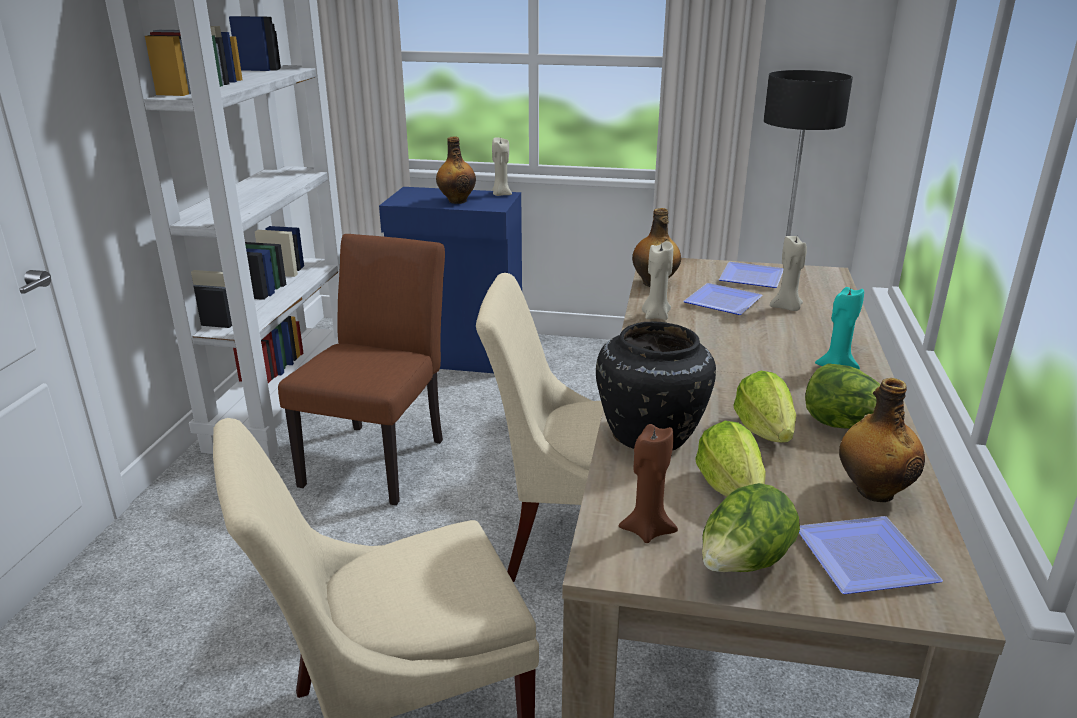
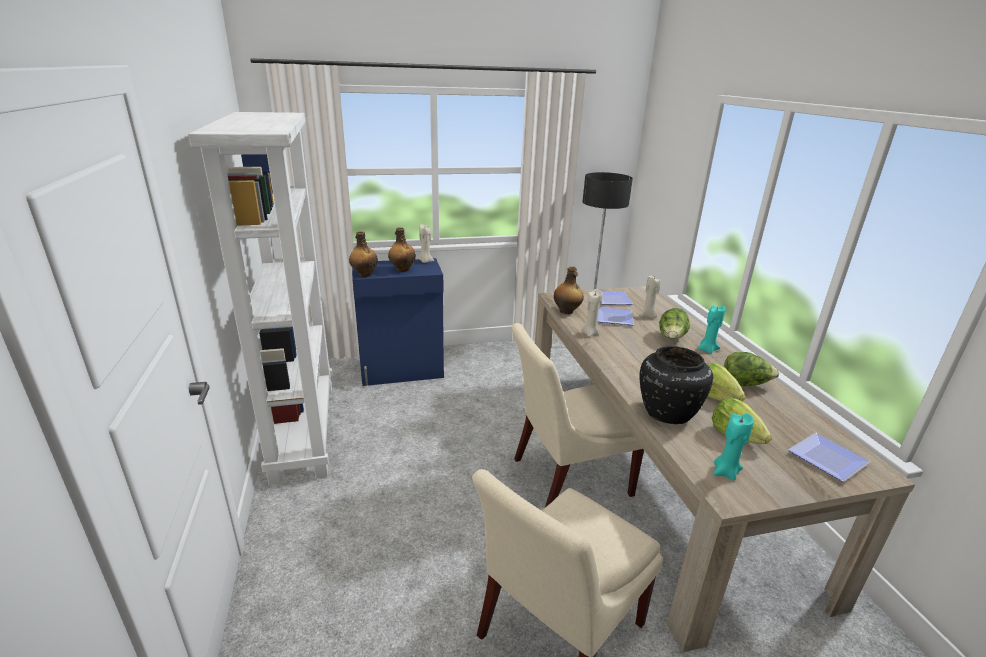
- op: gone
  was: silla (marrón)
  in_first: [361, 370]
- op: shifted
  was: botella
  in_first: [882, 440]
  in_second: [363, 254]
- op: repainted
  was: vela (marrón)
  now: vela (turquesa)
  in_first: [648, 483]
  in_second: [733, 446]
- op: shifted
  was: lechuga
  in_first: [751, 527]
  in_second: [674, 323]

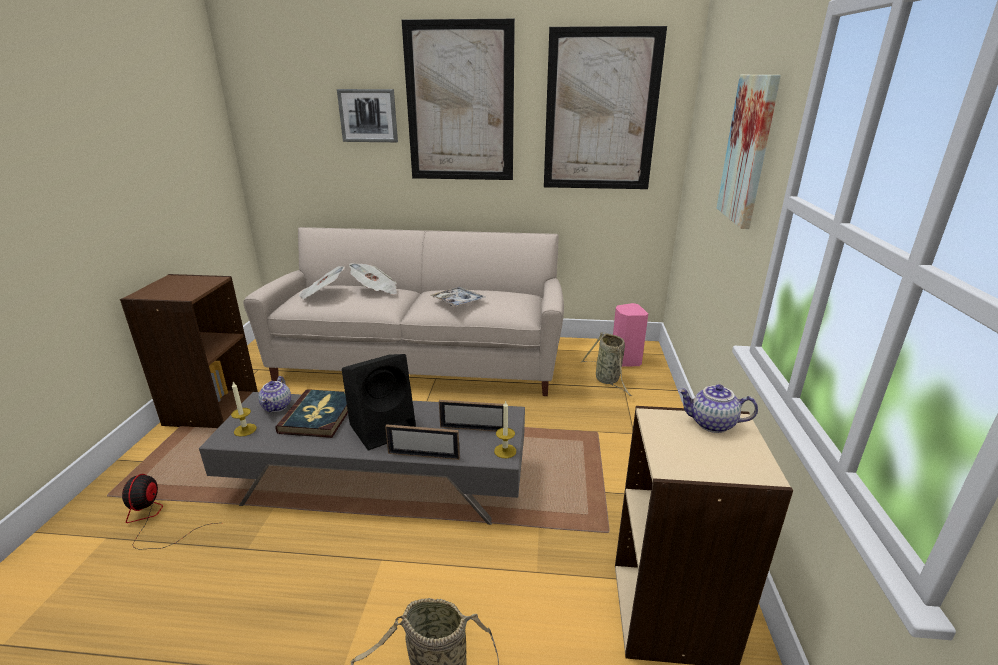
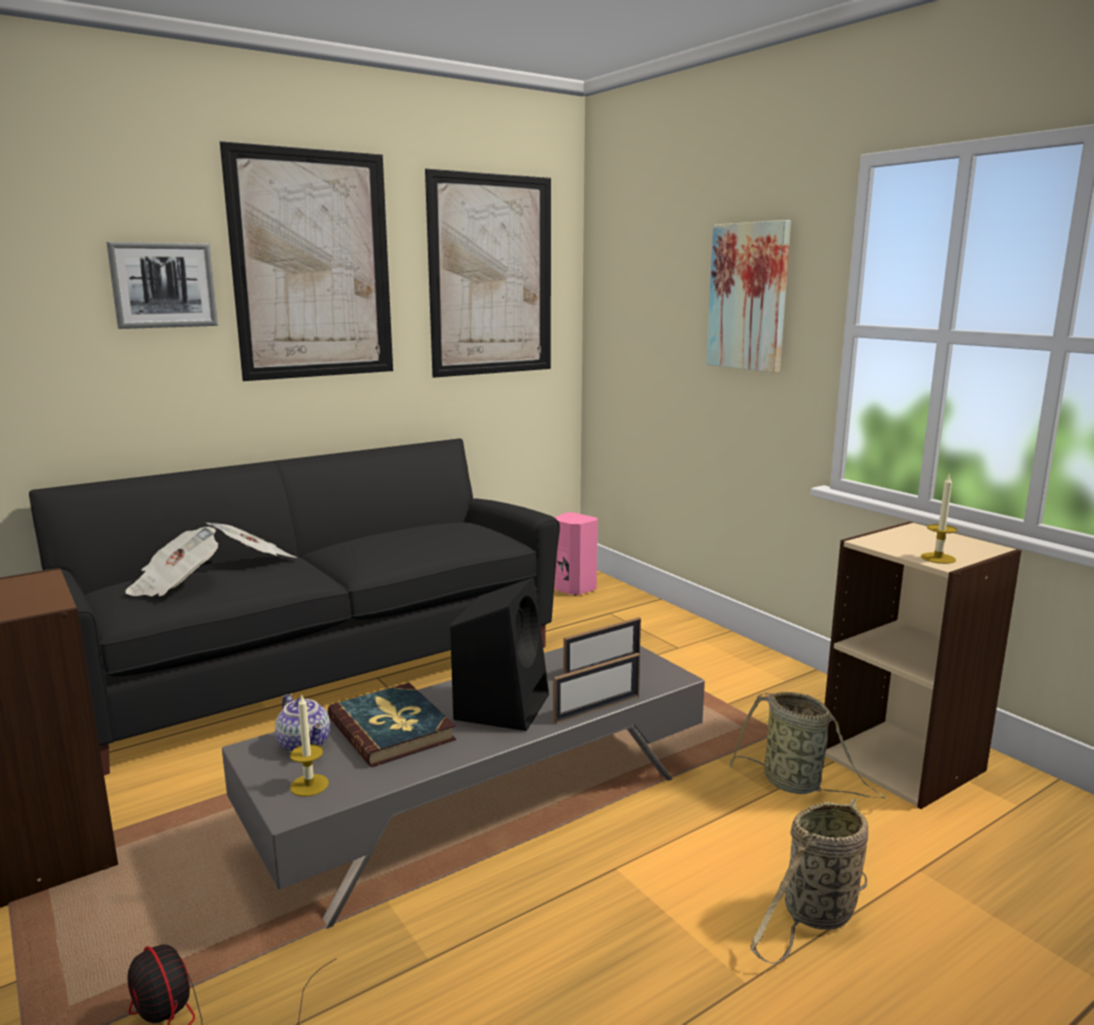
- op: repainted
  was: sofá (beis)
  now: sofá (negro)
  in_first: [403, 311]
  in_second: [294, 606]
- op: gone
  was: bandeja
  in_first: [457, 297]
- op: shifted
  was: cesta
  in_first: [606, 364]
  in_second: [808, 745]
- op: gone
  was: tetera
  in_first: [718, 408]
- op: shifted
  was: vela
  in_first: [505, 429]
  in_second: [939, 519]

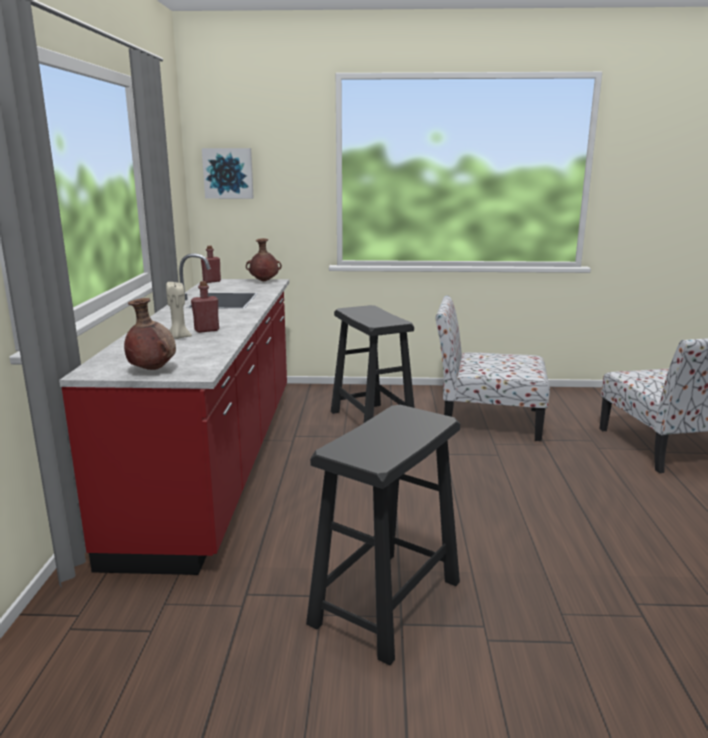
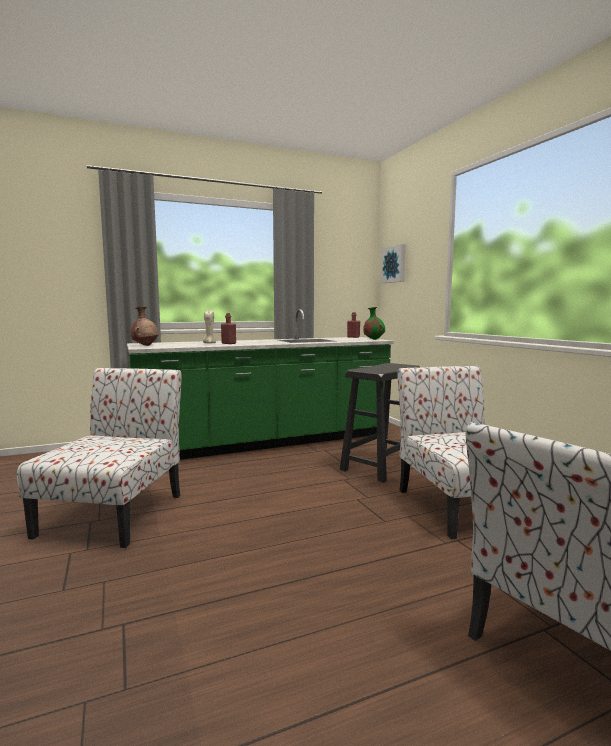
- op: repainted
  was: florero (marrón)
  now: florero (verde)
  in_first: [264, 259]
  in_second: [374, 323]
- op: repainted
  was: mueble bajo de cocina (rojo)
  now: mueble bajo de cocina (verde)
  in_first: [174, 414]
  in_second: [260, 384]
- op: swapped
  was: taburete (negro)
  now: silla
  in_first: [383, 535]
  in_second: [99, 458]

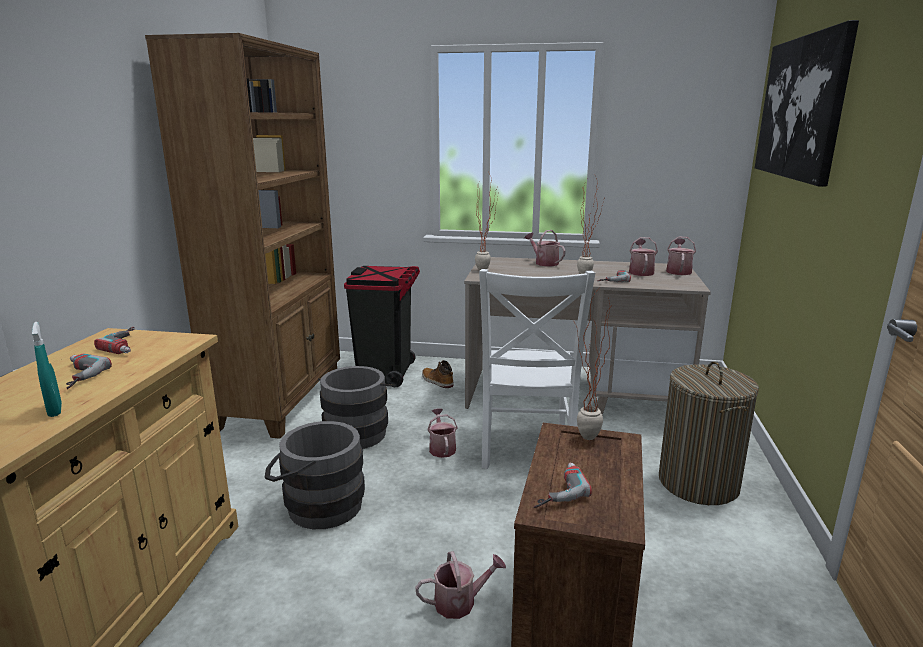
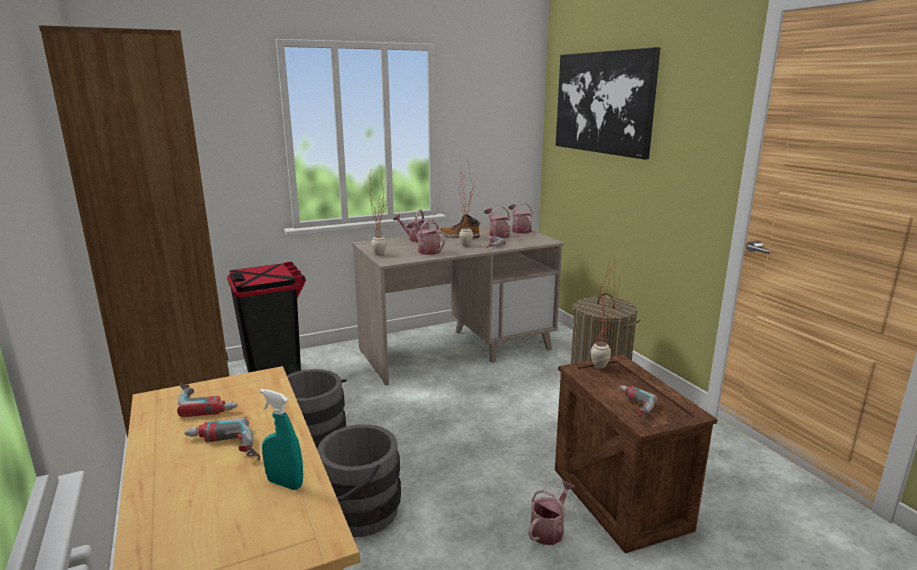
- op: gone
  was: silla (blanco)
  in_first: [537, 369]
- op: shifted
  was: bota
  in_first: [438, 374]
  in_second: [460, 226]
- op: shifted
  was: regadera
  in_first: [442, 433]
  in_second: [426, 237]

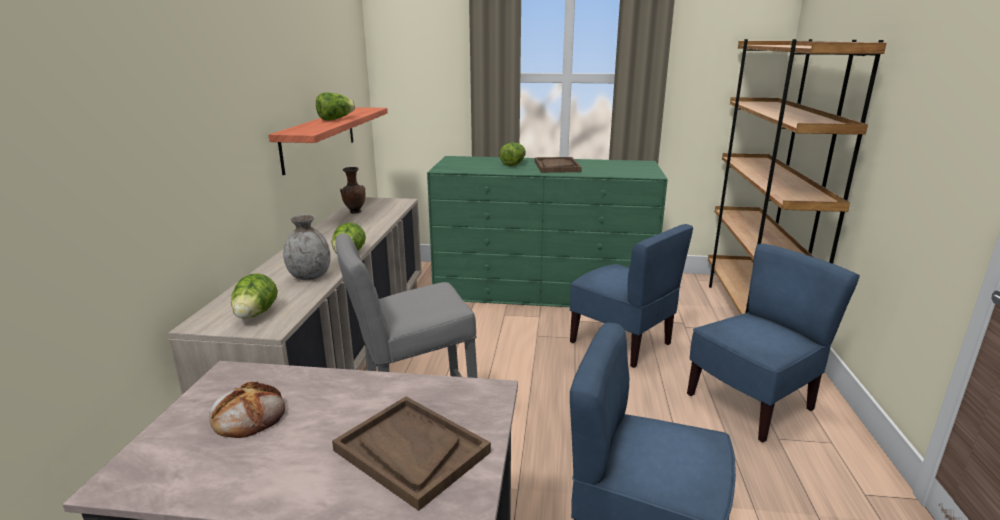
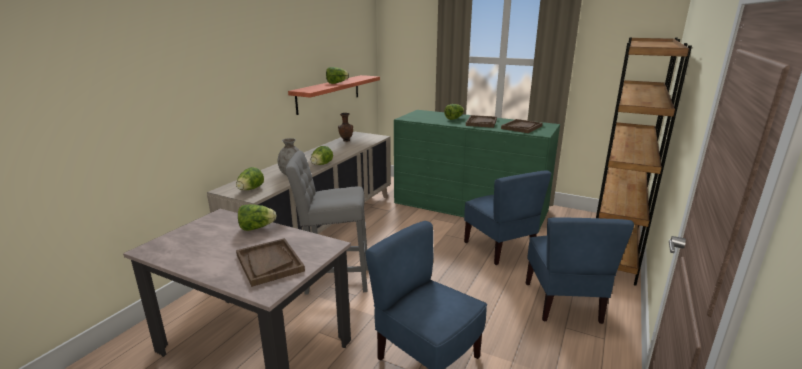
- op: rotated
  was: silla (azul)
  in_first: [773, 343]
  in_second: [580, 270]
  clockwise: 105
- op: gone
  was: pan
  in_first: [247, 410]
- op: new
  now: bandeja (marrón)
  in_second: [521, 126]
- op: new
  now: lechuga
  in_second: [257, 217]

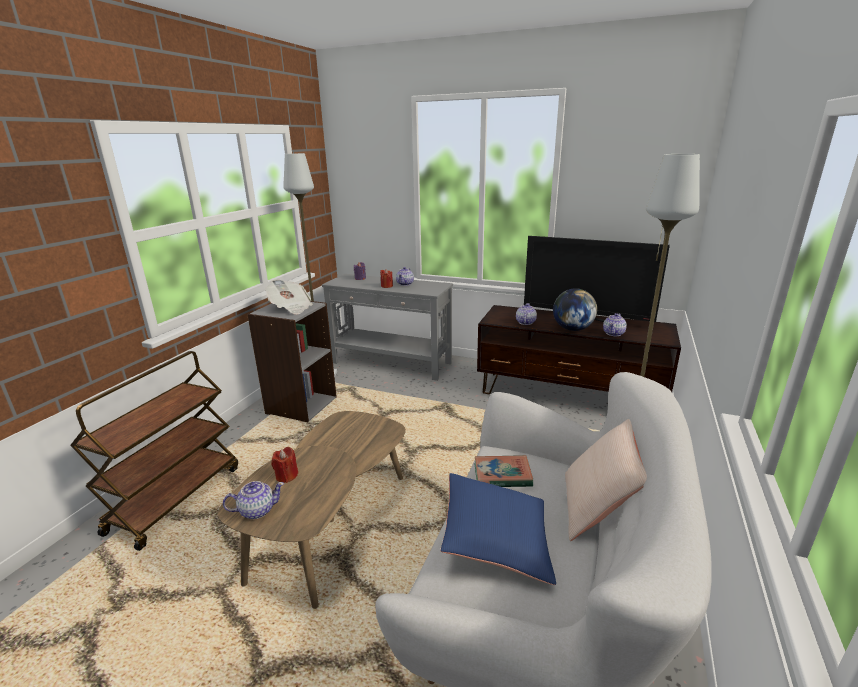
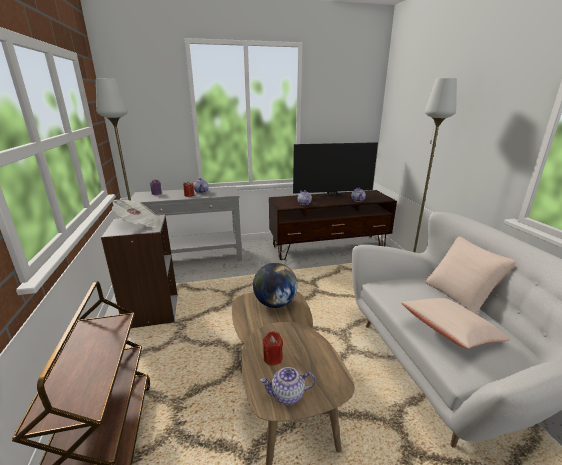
- op: shifted
  was: globo terráqueo
  in_first: [575, 309]
  in_second: [275, 285]
- op: gone
  was: libro
  in_first: [503, 471]
- op: repainted
  was: cojín (azul)
  now: cojín (beis)
  in_first: [498, 529]
  in_second: [455, 323]
- op: rotated
  was: tetera
  in_first: [253, 500]
  in_second: [288, 386]
  clockwise: -135

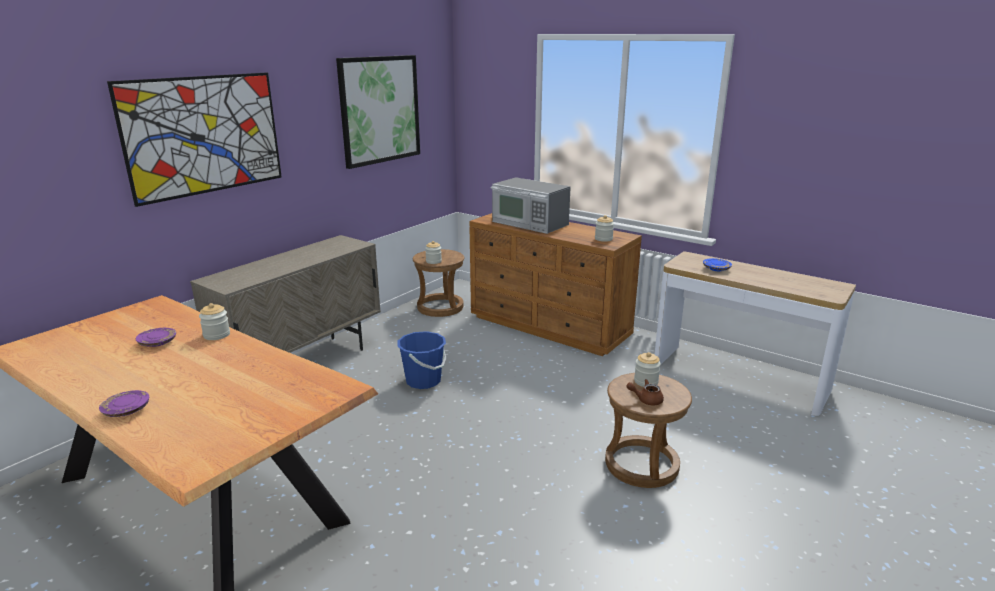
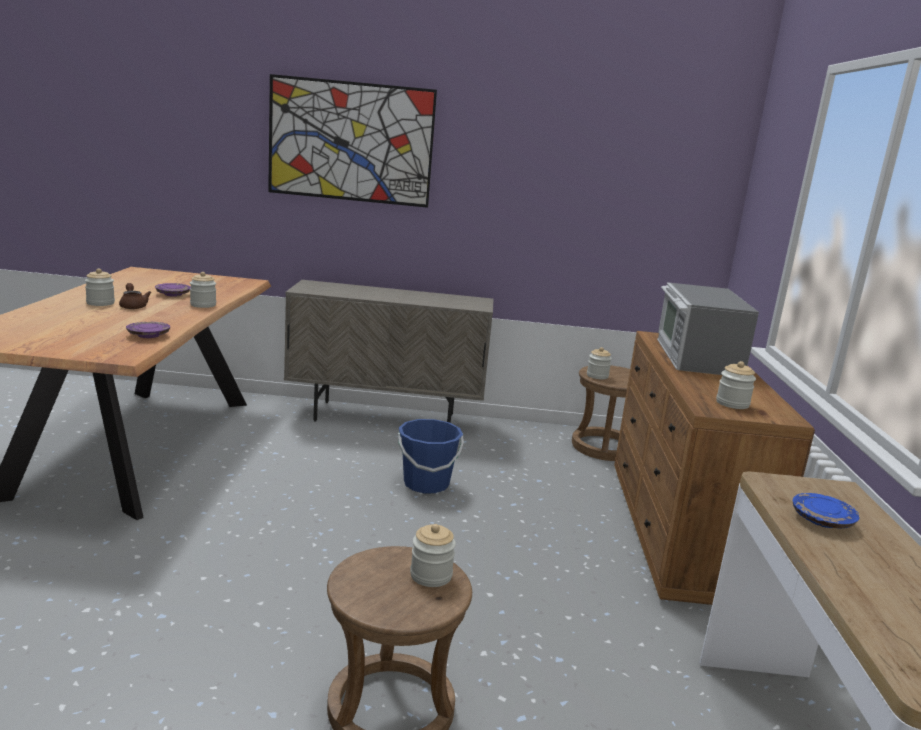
- op: gone
  was: cuadro
  in_first: [378, 112]
- op: shifted
  was: tetera (marrón)
  in_first: [645, 392]
  in_second: [135, 296]
- op: shifted
  was: plato (morado)
  in_first: [124, 403]
  in_second: [148, 330]
- op: new
  now: tarro
  in_second: [100, 287]

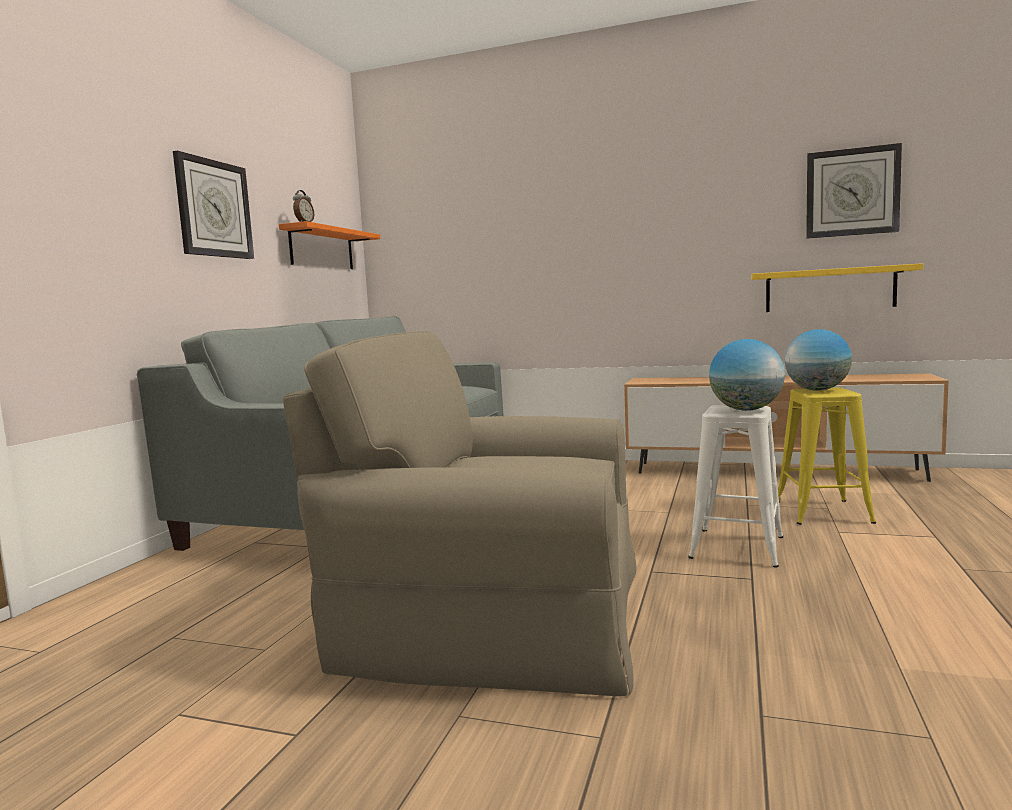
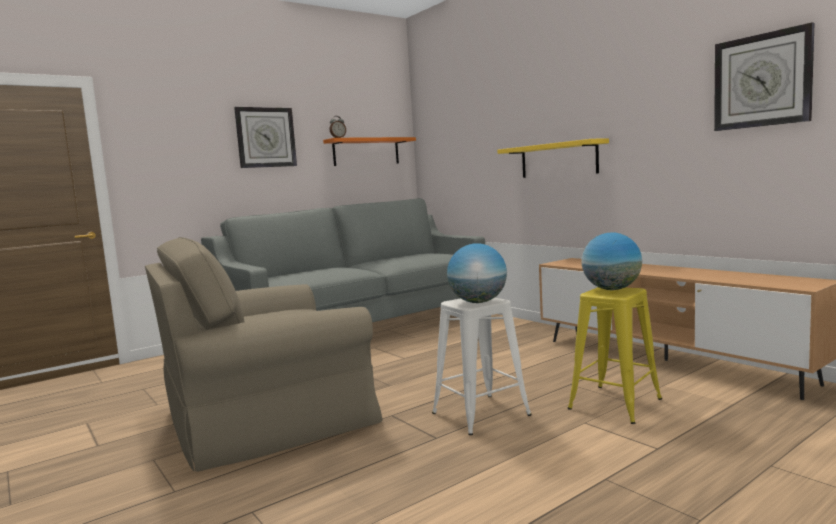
- op: shifted
  was: estante (amarillo)
  in_first: [837, 287]
  in_second: [553, 158]
- op: rotated
  was: sillón (beis)
  in_first: [459, 513]
  in_second: [264, 354]
  clockwise: -75

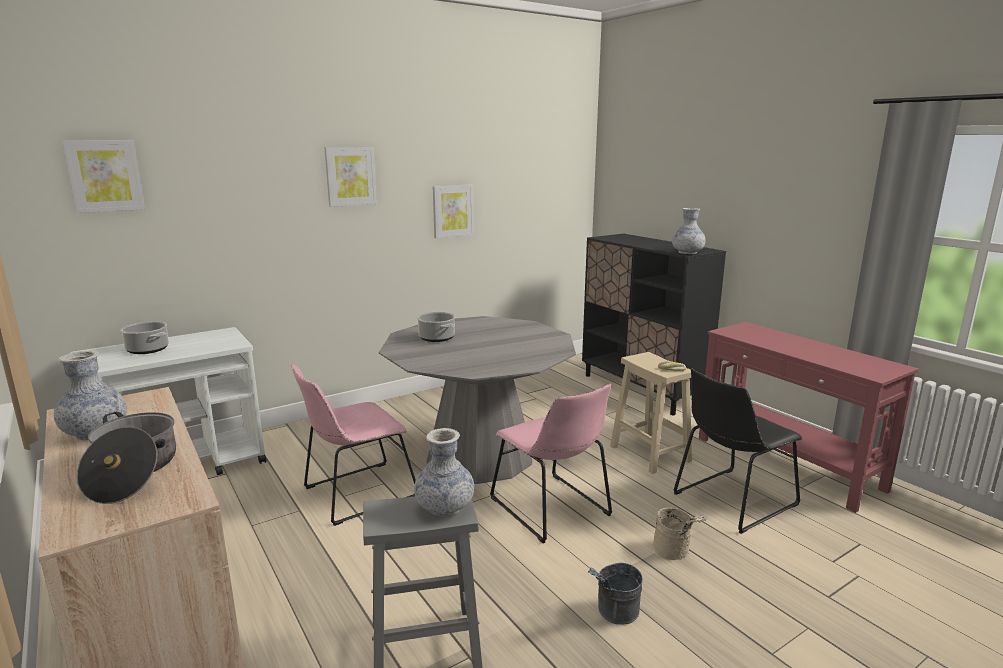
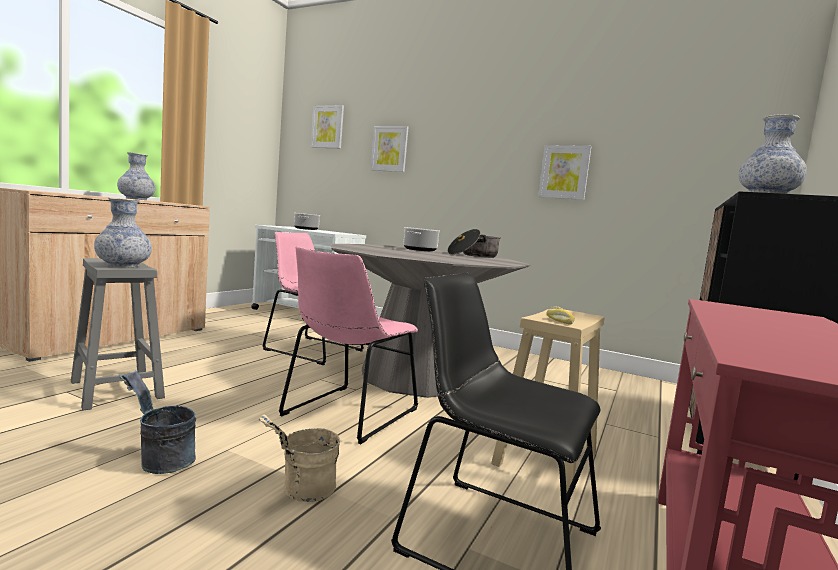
- op: shifted
  was: cuadro
  in_first: [351, 177]
  in_second: [389, 149]
- op: shifted
  was: olla
  in_first: [126, 458]
  in_second: [474, 243]

